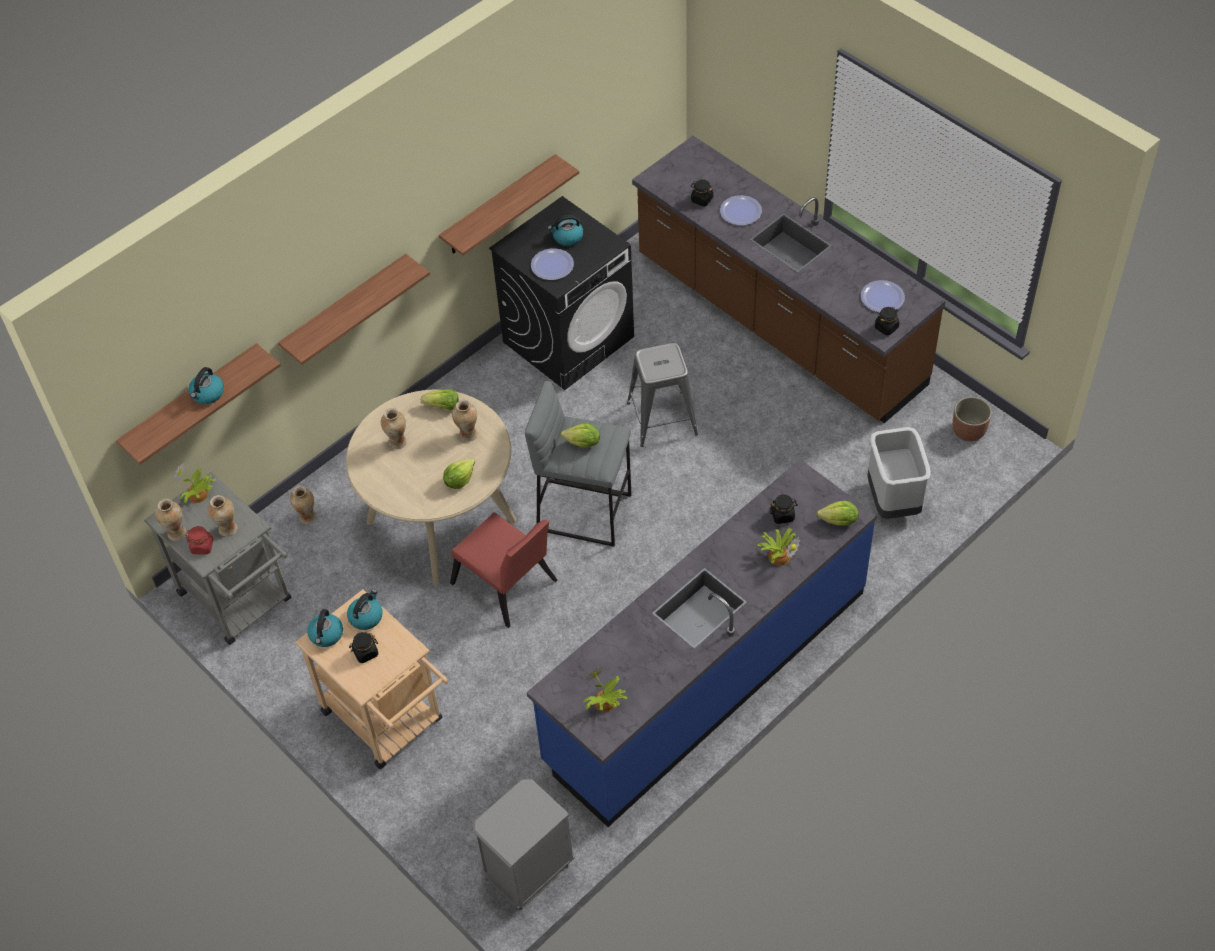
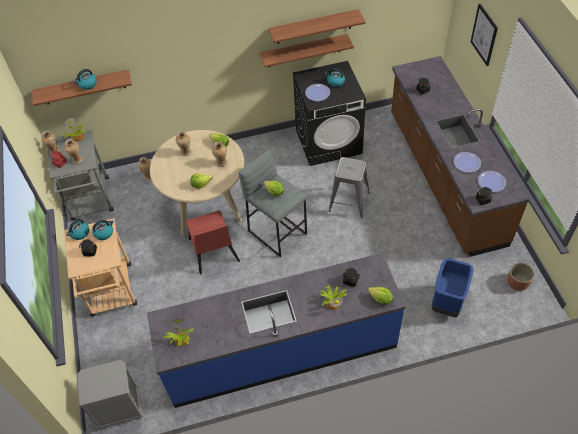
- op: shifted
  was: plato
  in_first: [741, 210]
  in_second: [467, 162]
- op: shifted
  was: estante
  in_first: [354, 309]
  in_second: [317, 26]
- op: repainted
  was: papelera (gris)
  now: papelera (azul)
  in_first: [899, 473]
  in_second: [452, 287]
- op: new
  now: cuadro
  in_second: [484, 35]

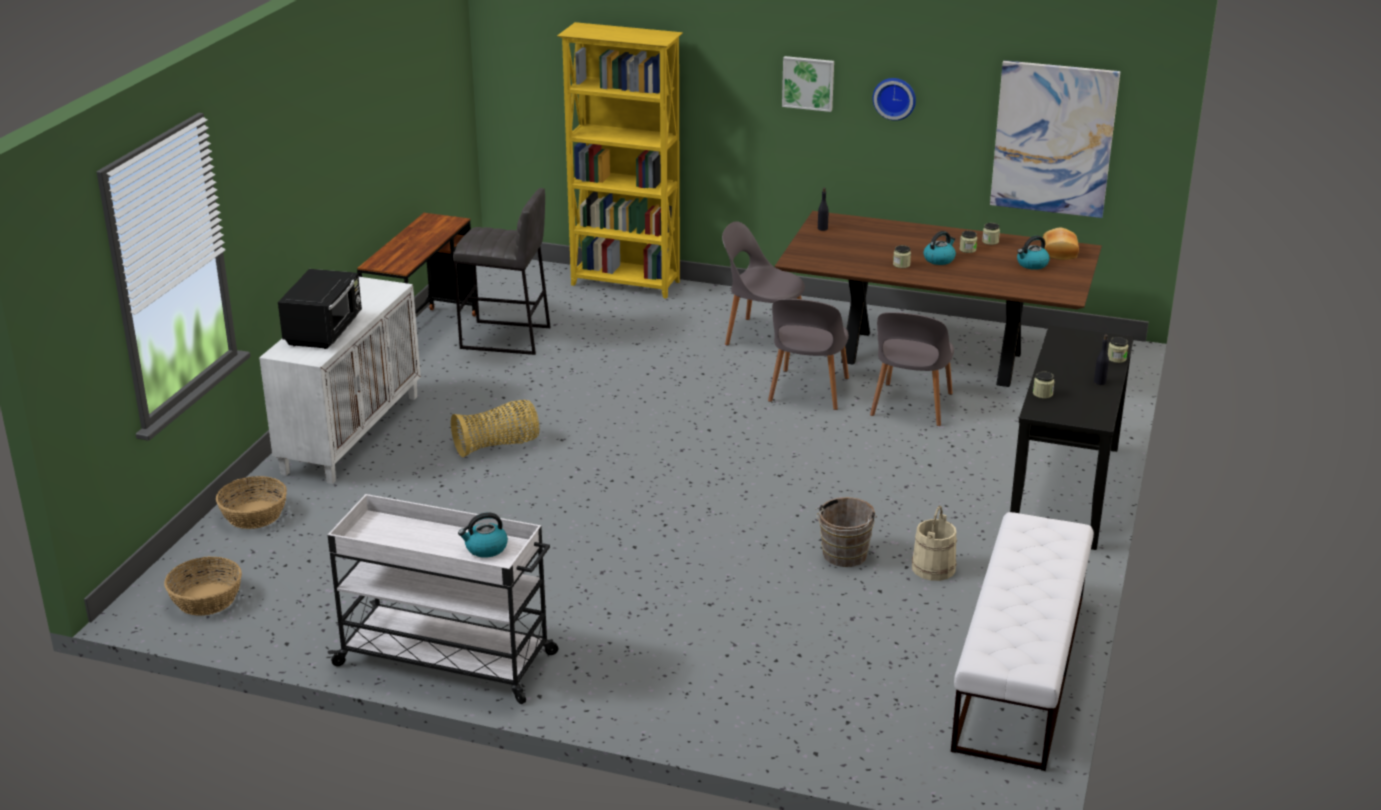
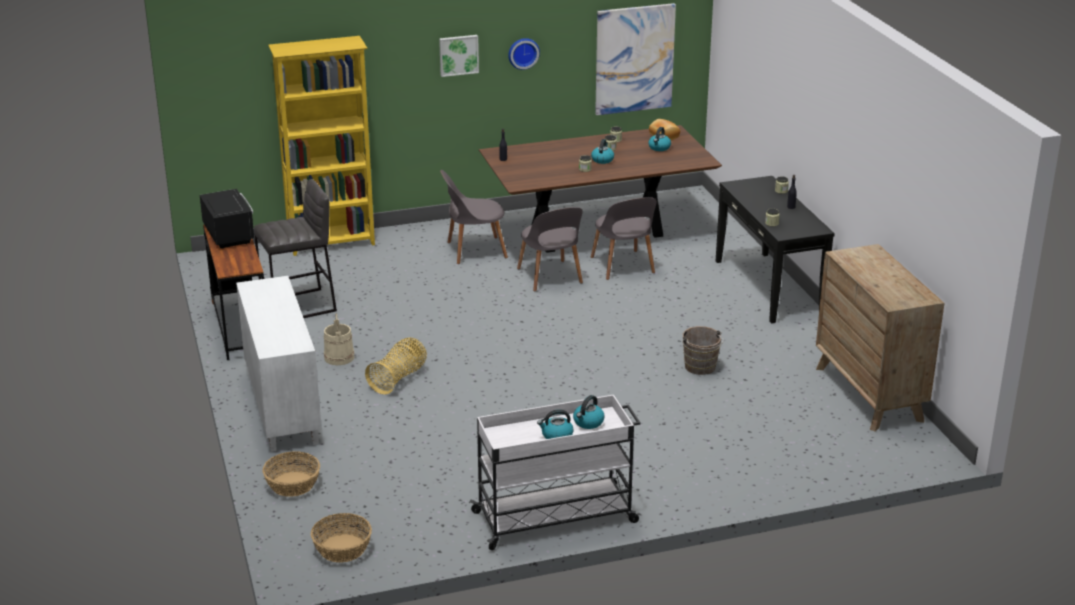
- op: shifted
  was: microondas (negro)
  in_first: [320, 309]
  in_second: [227, 219]
- op: shifted
  was: cubo (beis)
  in_first: [934, 543]
  in_second: [339, 339]
- op: swapped
  was: banco (blanco)
  now: cómoda (marrón)
  in_first: [1022, 641]
  in_second: [880, 337]
- op: new
  now: hervidor
  in_second: [555, 424]

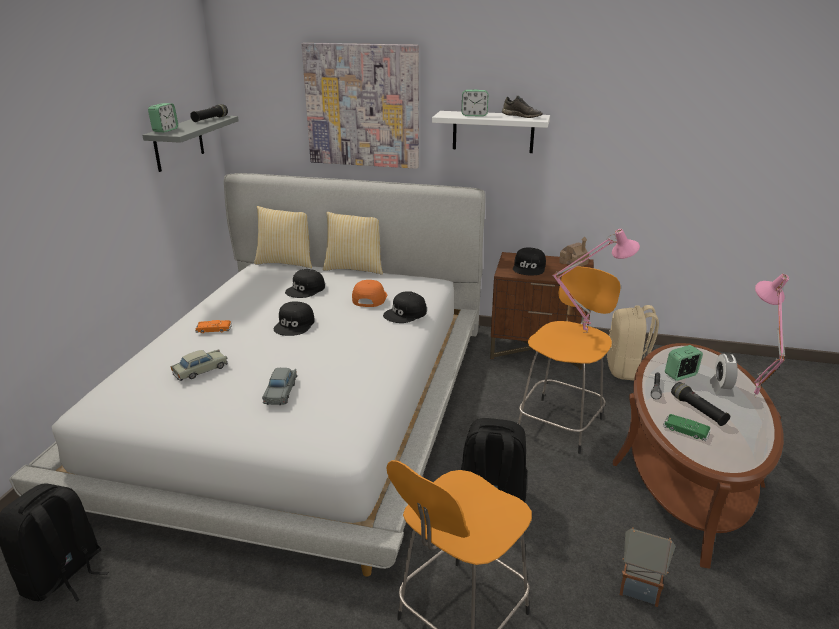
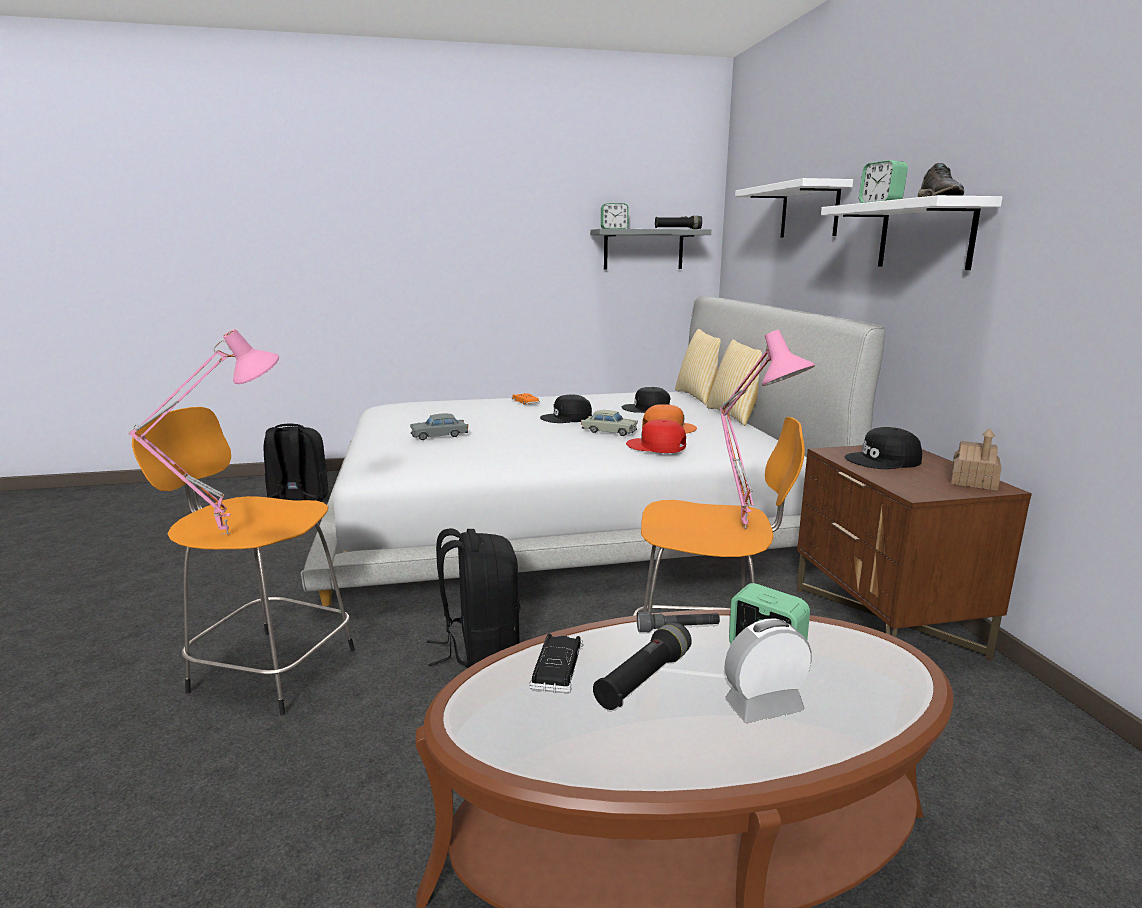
- op: swapped
  was: cuadro
  now: estante (blanco)
  in_first: [360, 106]
  in_second: [794, 207]
- op: shifted
  was: lámpara de mesa (rosa)
  in_first: [771, 335]
  in_second: [203, 432]
- op: repainted
  was: gorra (negro)
  now: gorra (rojo)
  in_first: [405, 307]
  in_second: [656, 436]
- op: gone
  was: mochila (beis)
  in_first: [633, 343]
- op: shifted
  was: coche de juguete (beis)
  in_first: [198, 365]
  in_second: [609, 423]
- op: repainted
  was: coche de juguete (verde)
  now: coche de juguete (negro)
  in_first: [687, 427]
  in_second: [556, 663]
- op: gone
  was: casita
  in_first: [648, 567]

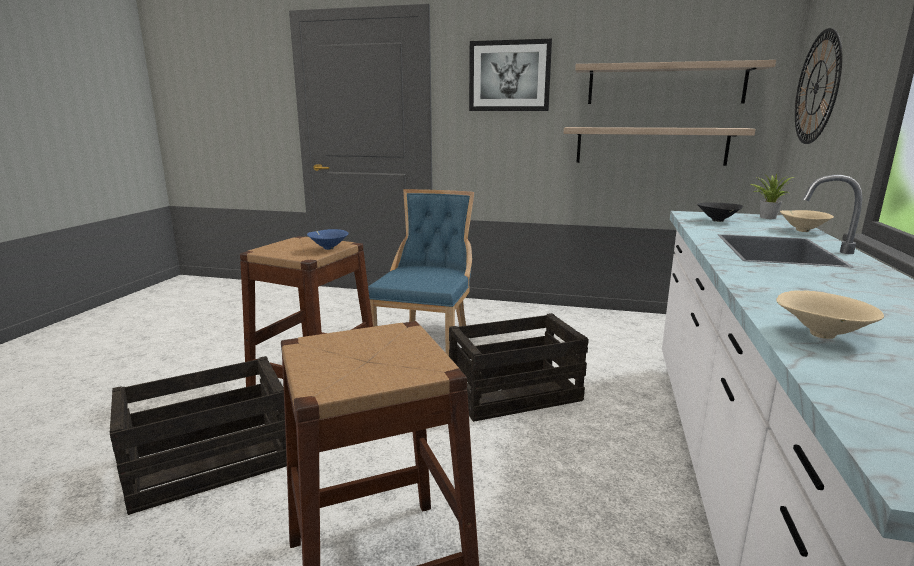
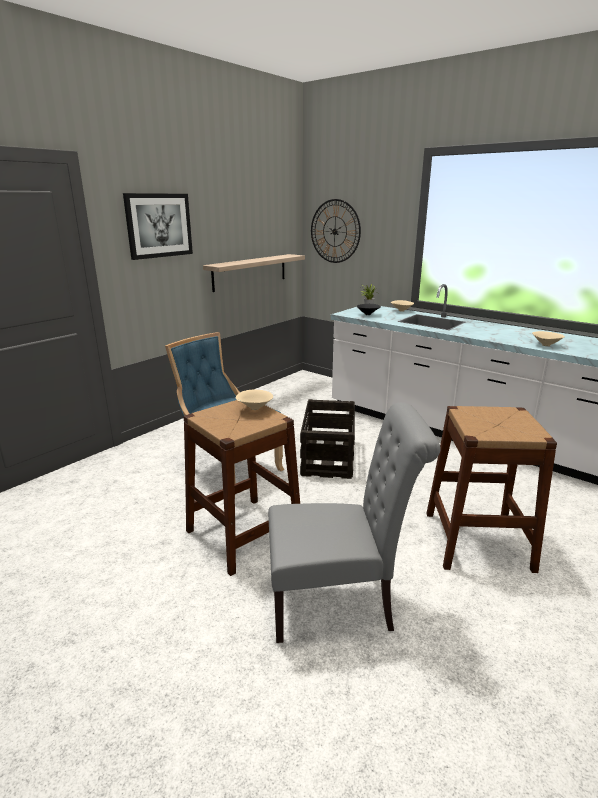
- op: gone
  was: estante
  in_first: [675, 82]
- op: repainted
  was: cuenco (azul)
  now: cuenco (beis)
  in_first: [328, 239]
  in_second: [254, 399]
- op: swapped
  was: caja de embalaje
  now: silla (gris)
  in_first: [198, 435]
  in_second: [354, 522]

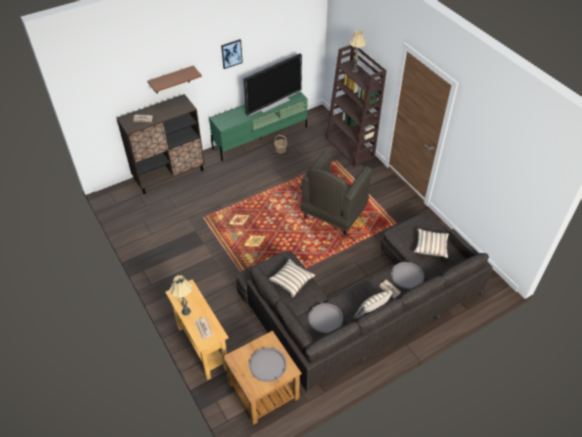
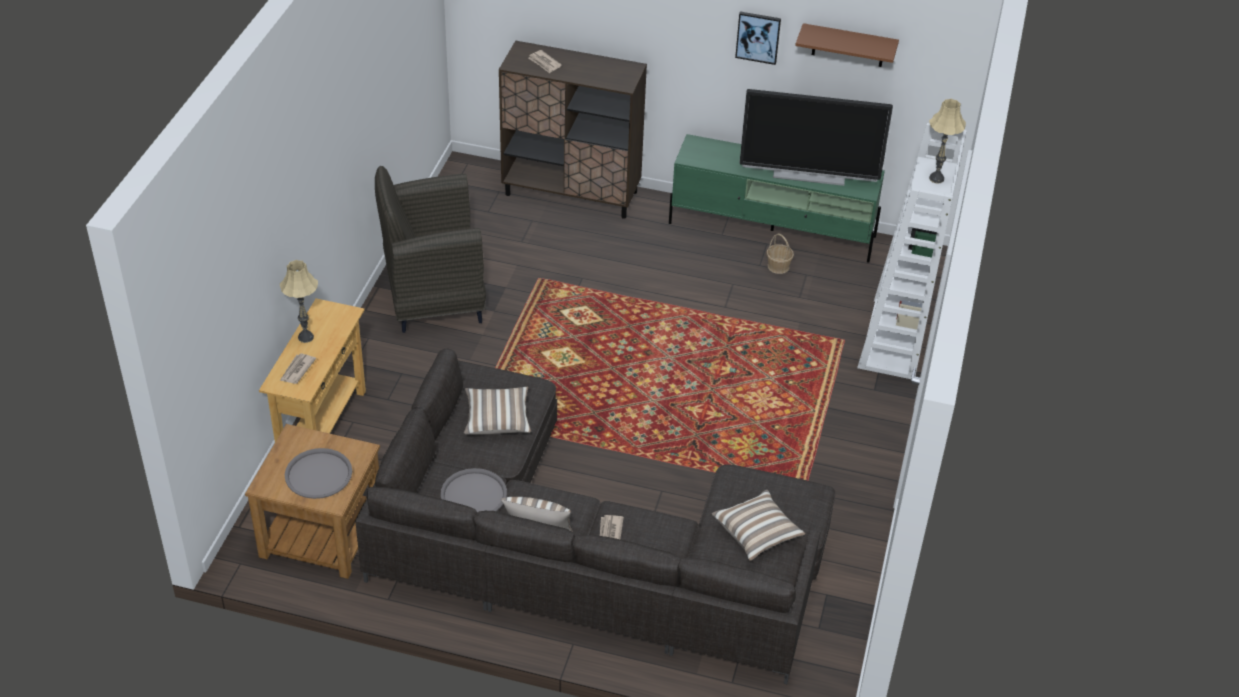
- op: repainted
  was: estantería (marrón)
  now: estantería (blanco)
  in_first: [356, 106]
  in_second: [912, 251]
- op: shifted
  was: estante (marrón)
  in_first: [175, 79]
  in_second: [847, 45]
- op: shifted
  was: sillón (gris)
  in_first: [336, 193]
  in_second: [430, 249]
- op: gone
  was: bandeja (gris)
  in_first: [407, 275]

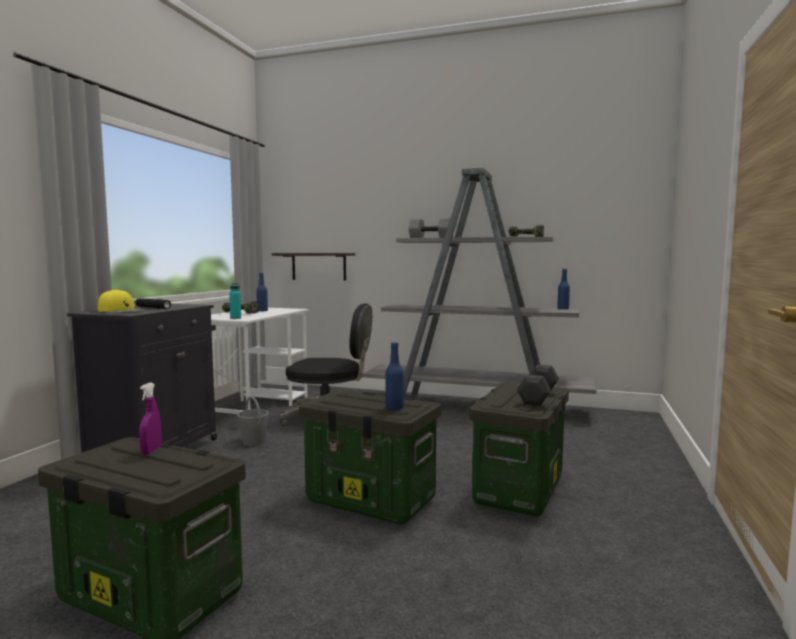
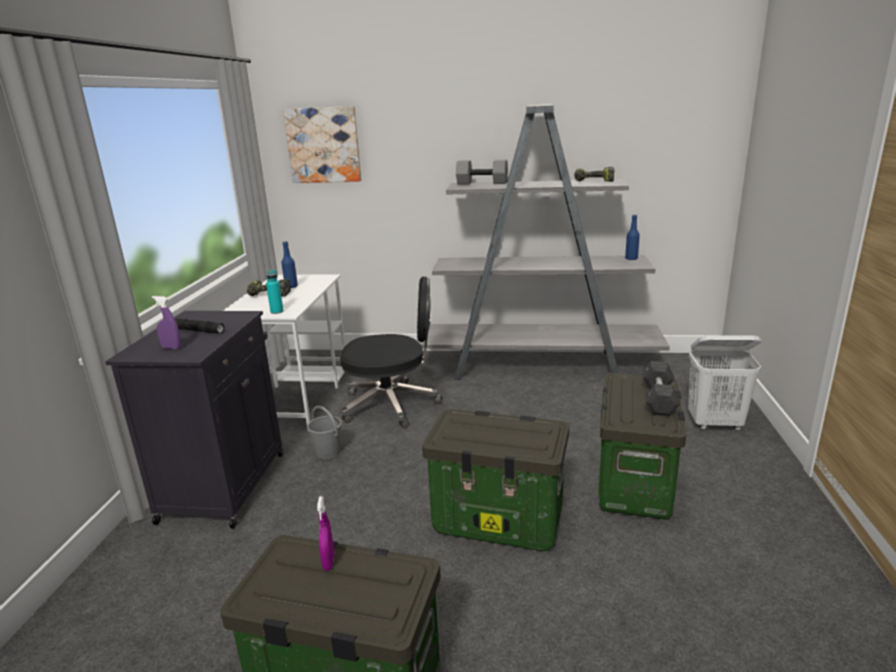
- op: gone
  was: estante
  in_first: [313, 266]
- op: swapped
  was: gorra (amarillo)
  now: pulverizador (morado)
  in_first: [121, 301]
  in_second: [167, 322]
- op: gone
  was: botella (azul)
  in_first: [394, 376]
- op: new
  now: cuadro
  in_second: [322, 144]
- op: new
  now: cesto de la ropa (blanco)
  in_second: [724, 383]

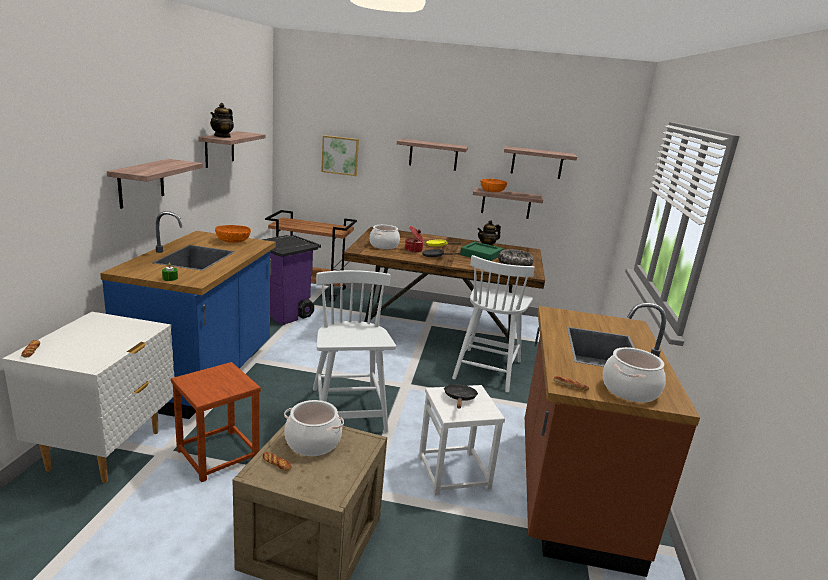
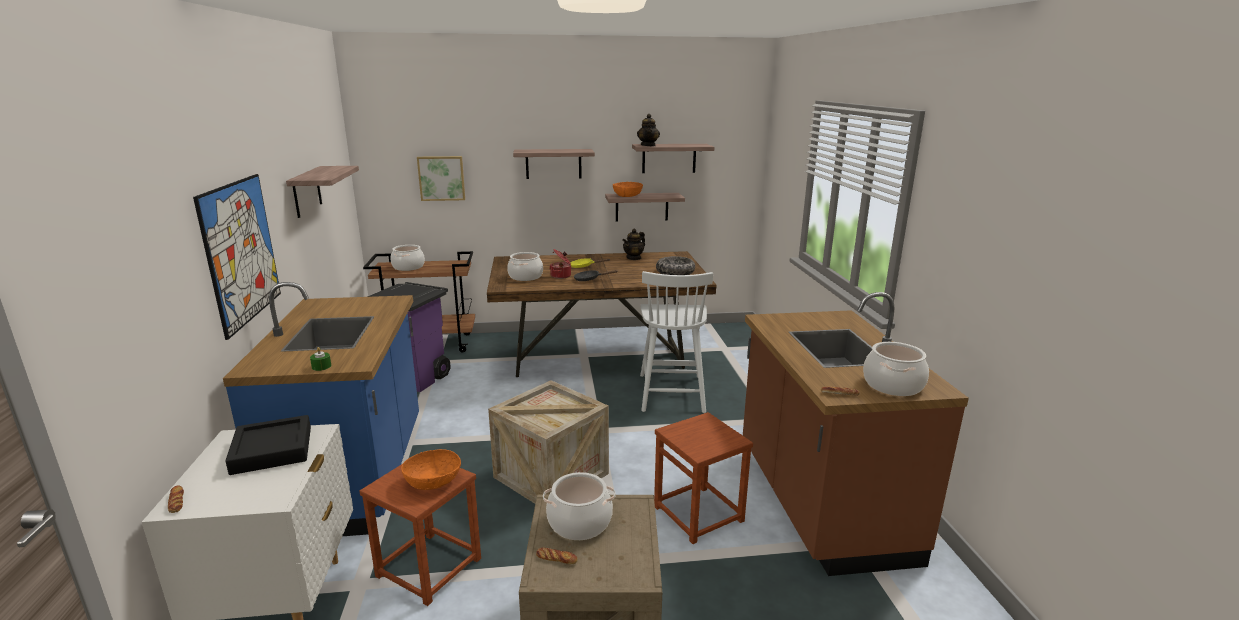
- op: shifted
  was: tetera
  in_first: [222, 120]
  in_second: [648, 130]
- op: swapped
  was: estante
  now: cuadro
  in_first: [155, 184]
  in_second: [237, 257]
- op: shifted
  was: cuenco (naranja)
  in_first: [233, 234]
  in_second: [431, 469]
- op: gone
  was: bandeja (verde)
  in_first: [481, 251]
- op: swapped
  was: silla (blanco)
  now: caja de embalaje
  in_first: [354, 351]
  in_second: [548, 442]
- op: gone
  was: sartén (negro)
  in_first: [461, 396]
- op: repainted
  was: taburete (blanco)
  now: taburete (marrón)
  in_first: [462, 440]
  in_second: [703, 478]
- op: new
  now: olla
  in_second: [408, 258]
- op: new
  now: bandeja (negro)
  in_second: [268, 445]

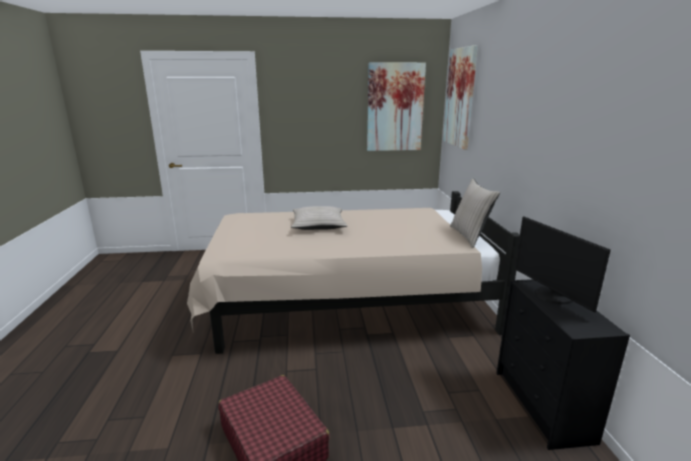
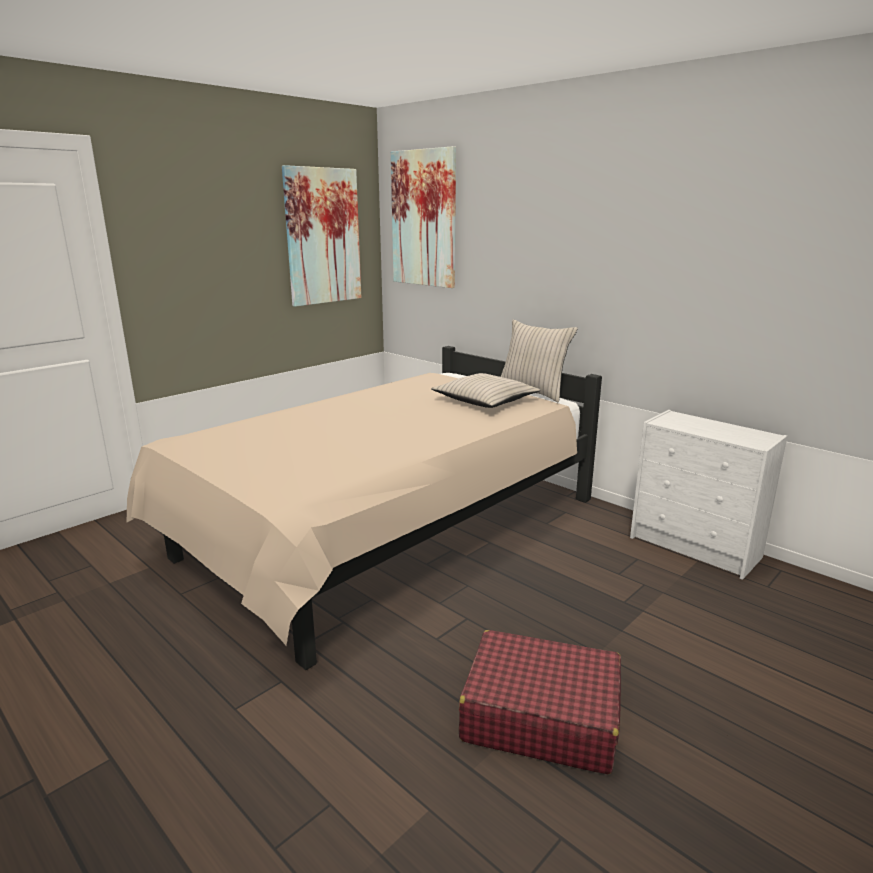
- op: shifted
  was: cojín (beis)
  in_first: [319, 218]
  in_second: [485, 390]
- op: gone
  was: monitor
  in_first: [563, 264]
- op: repainted
  was: cómoda (negro)
  now: cómoda (blanco)
  in_first: [563, 364]
  in_second: [708, 495]

